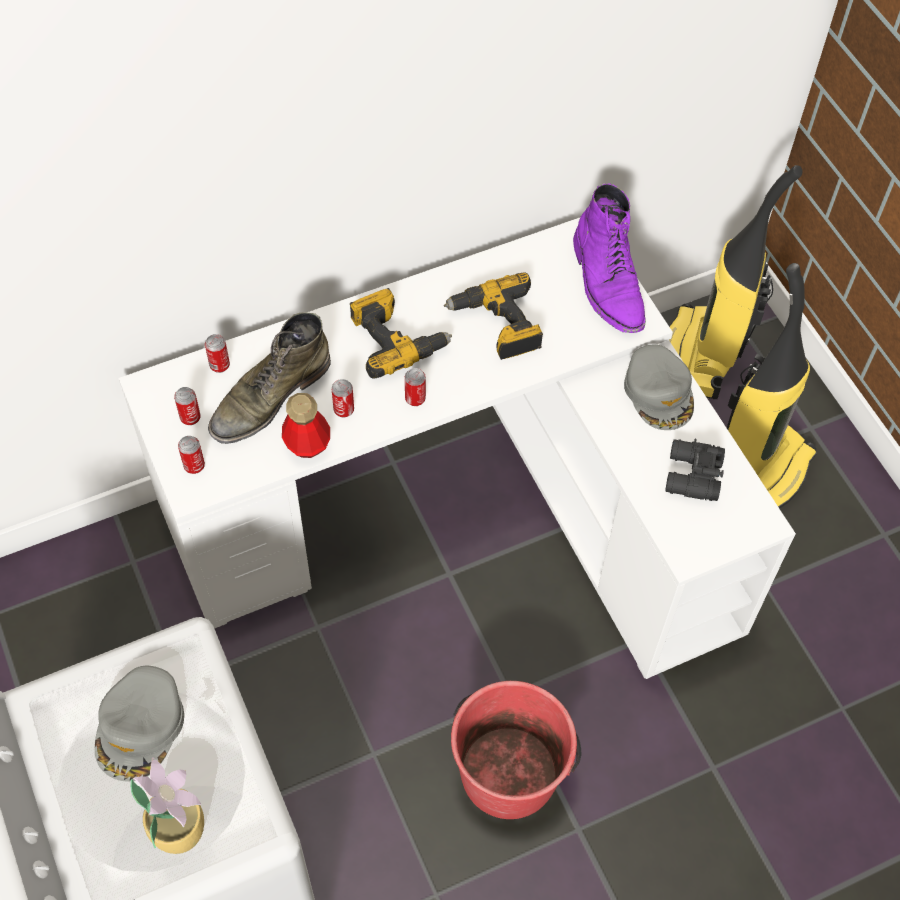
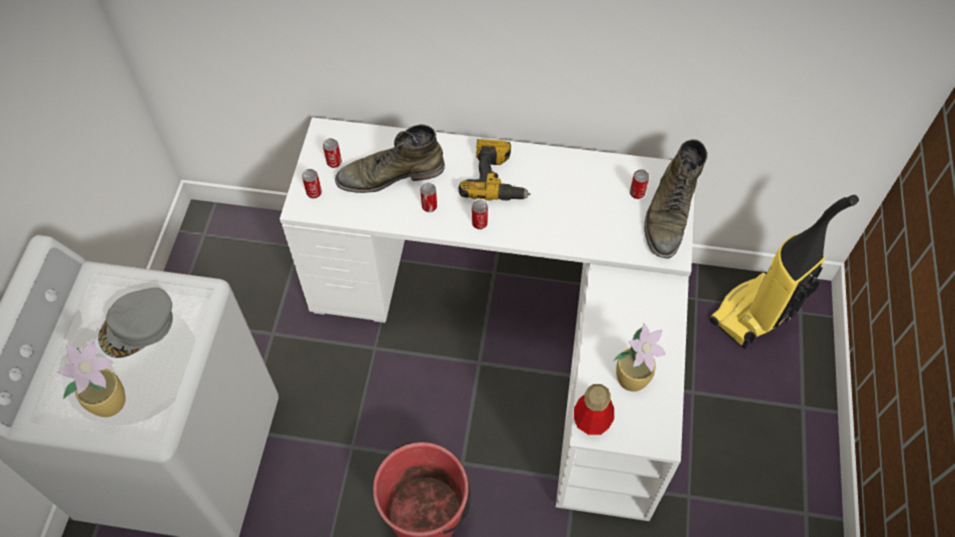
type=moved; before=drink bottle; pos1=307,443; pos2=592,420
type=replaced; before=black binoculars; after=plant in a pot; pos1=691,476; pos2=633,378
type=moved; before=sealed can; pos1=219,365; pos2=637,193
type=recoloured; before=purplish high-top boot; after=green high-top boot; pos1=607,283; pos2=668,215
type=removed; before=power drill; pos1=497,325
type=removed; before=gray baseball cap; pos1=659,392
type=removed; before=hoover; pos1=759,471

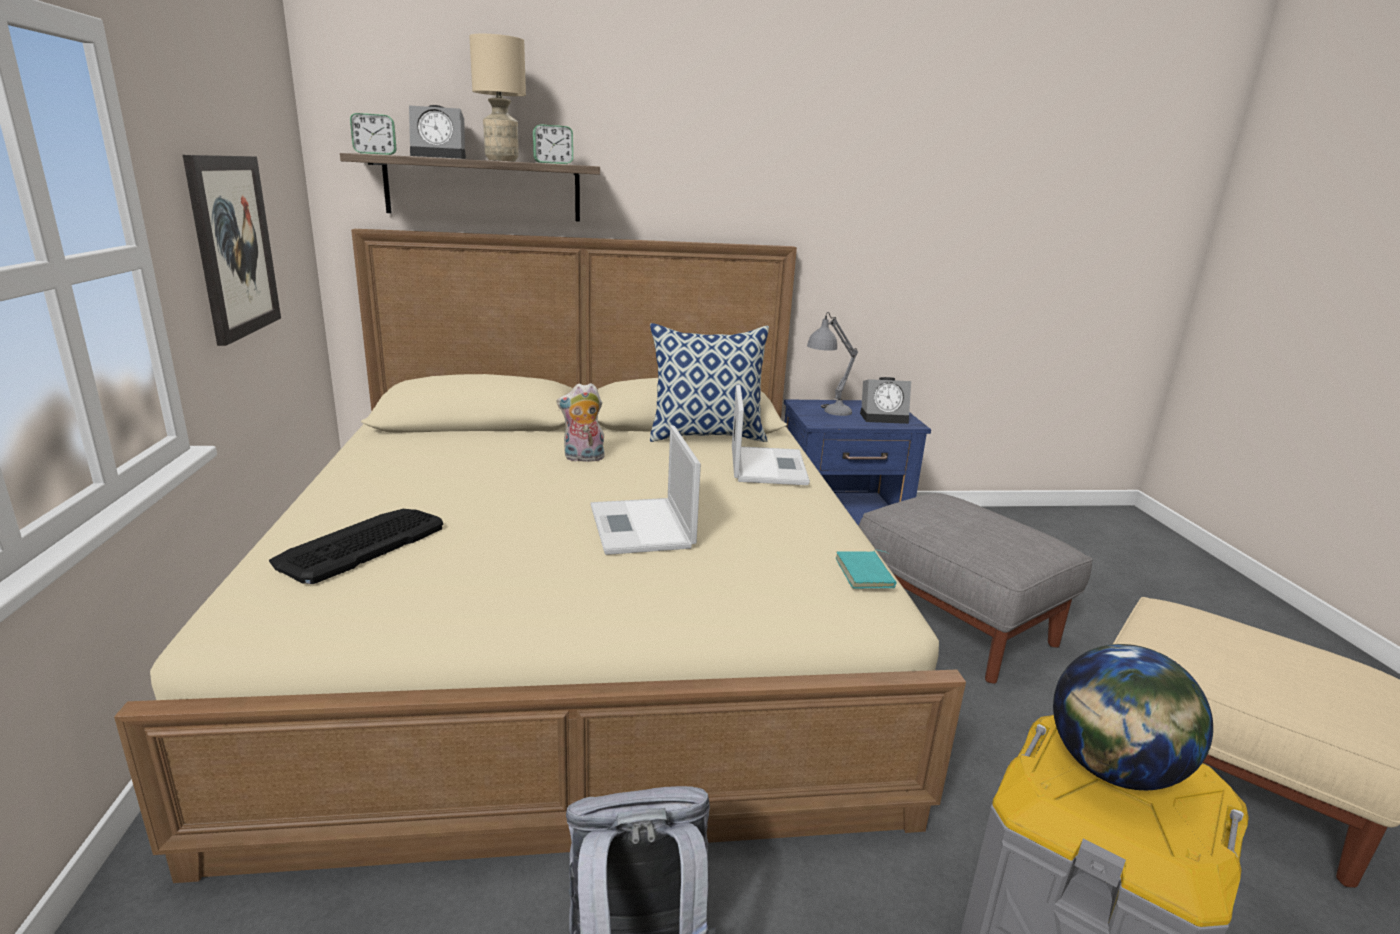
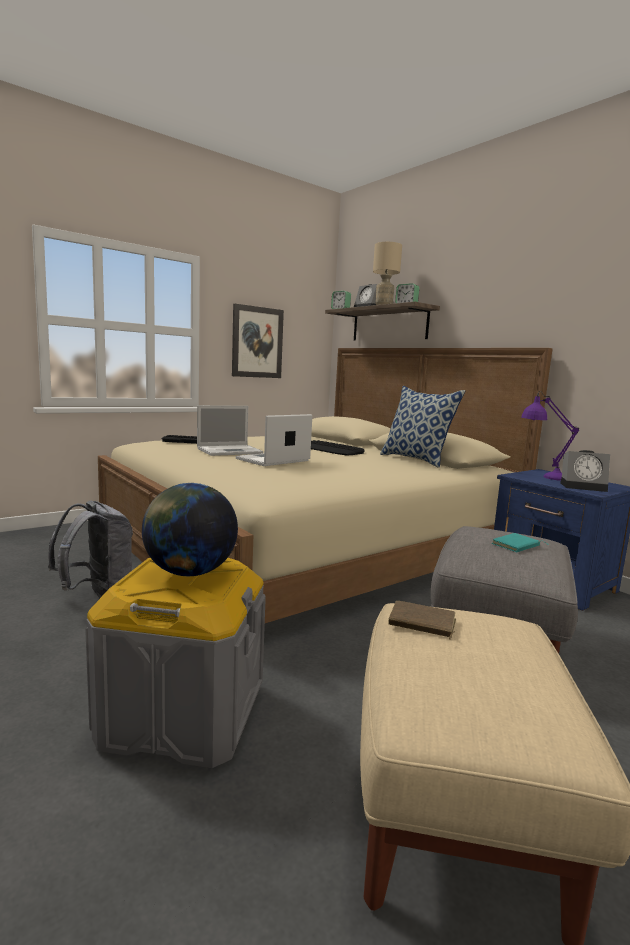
type=moved; before=notebook computer; pos1=767,466; pos2=230,451
type=replaced; before=plush toy; after=PC keyboard; pos1=583,458; pos2=331,449
type=added; after=brownish volume; pos2=421,624
type=moved; before=blue-green volume; pos1=866,573; pos2=517,546
type=recoloured; before=gray lamp for a table; after=purplish lamp for a table; pos1=826,413; pos2=542,476
type=turned; before=table clock; pos1=884,417; pos2=584,487; turn=-45

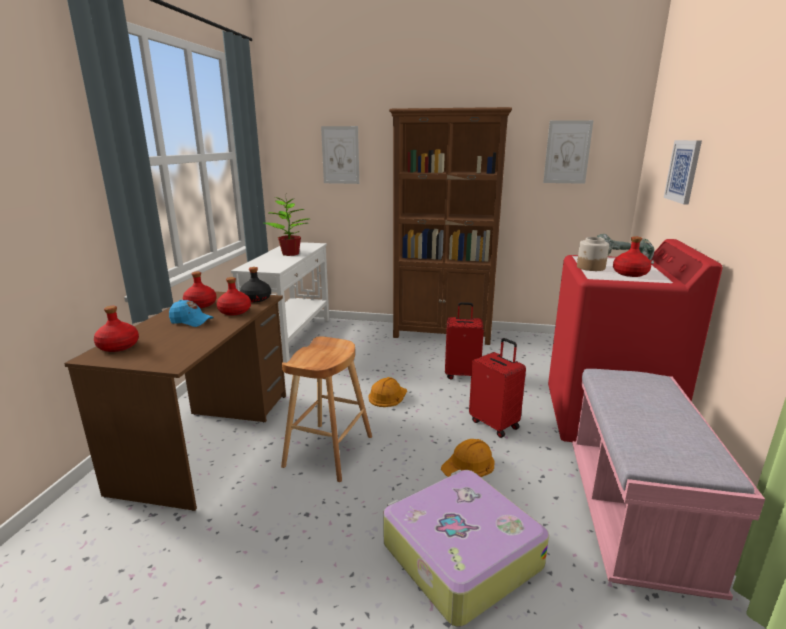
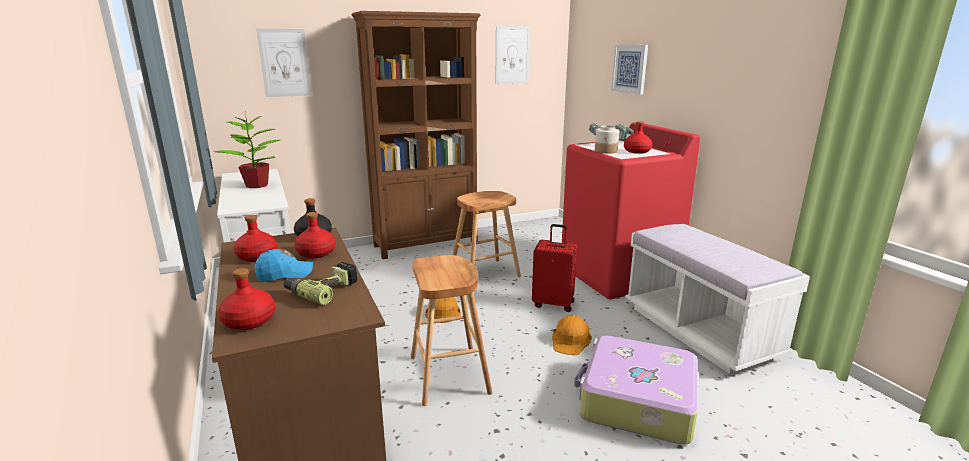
type=added; after=power drill; pos2=323,289
type=replaced; before=red piece of luggage; after=brownish stool; pos1=462,374; pos2=484,274
type=recoloured; before=pink long seat; after=white-coloured long seat; pos1=633,517; pos2=699,331

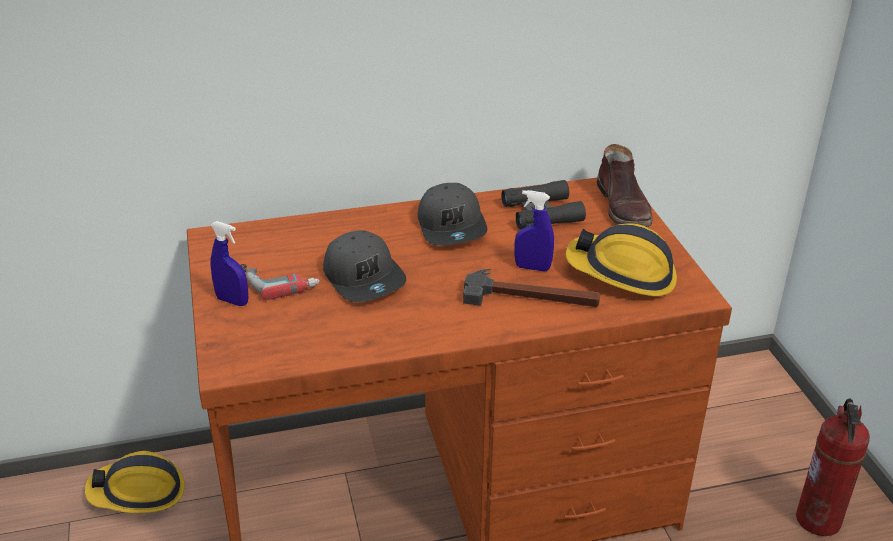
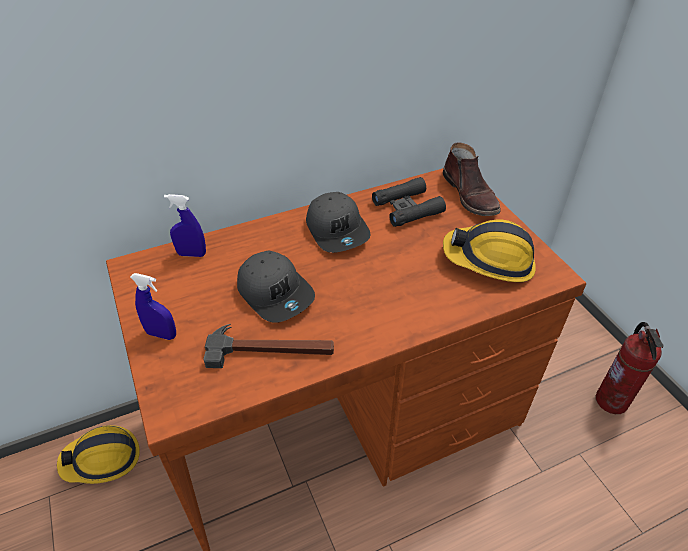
type=moved; before=blue-coloured sprayer; pos1=532,268; pos2=191,254
type=moved; before=hammer; pos1=531,296; pos2=270,349
type=removed; before=power drill; pos1=277,279

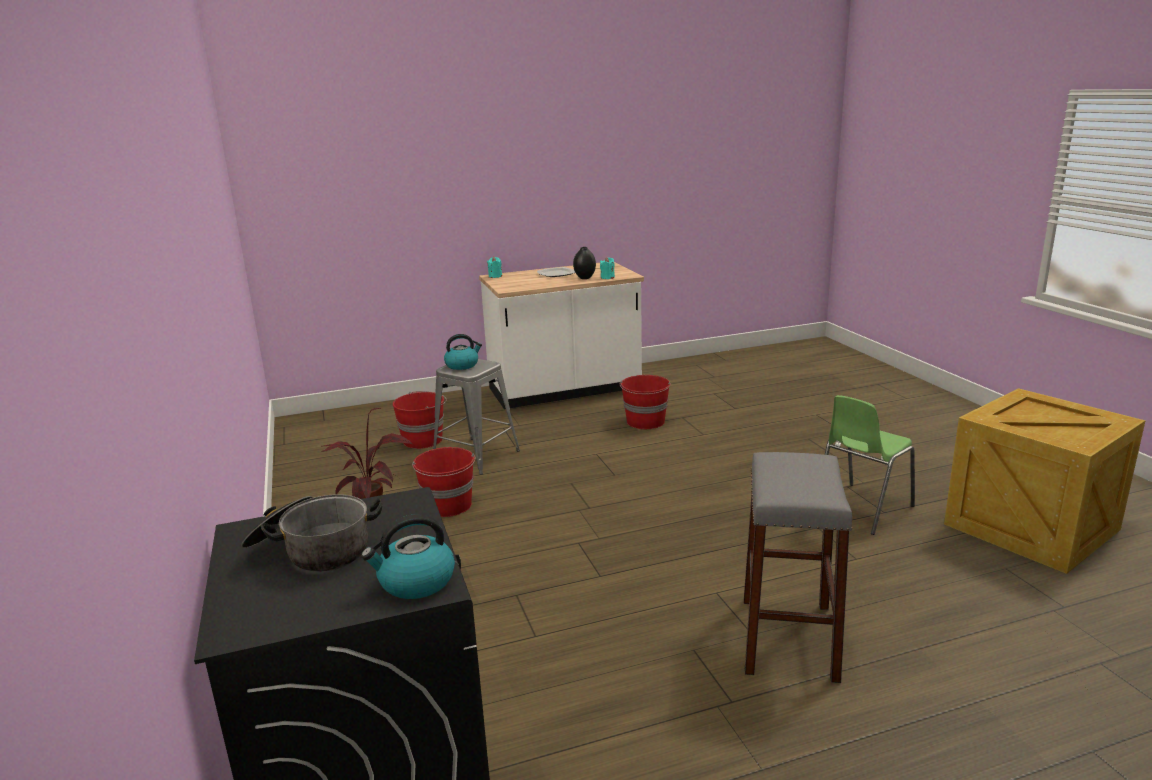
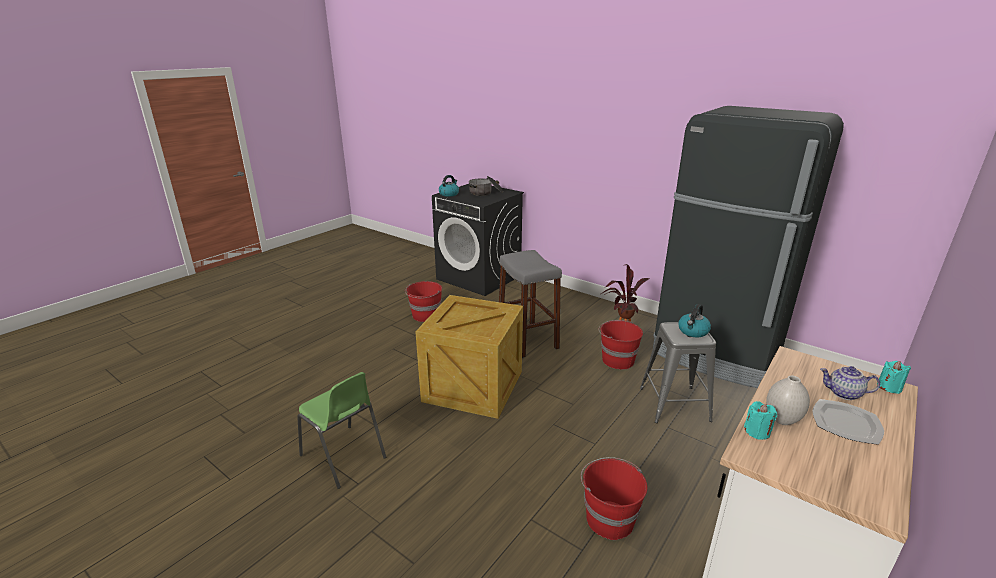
type=turned; before=green plain chair; pos1=861,509; pos2=344,457; turn=120
type=moved; before=red pail; pos1=423,440; pos2=425,315
type=moved; before=shipping crate; pos1=1034,527; pos2=471,387
type=moved; before=gray stool; pos1=788,638; pos2=527,339
type=added; after=black refrigerator; pos2=716,354
type=recoloured; before=black vase; after=white-coloured vase; pos1=585,278; pos2=781,420
type=added; after=tea pot; pos2=843,394

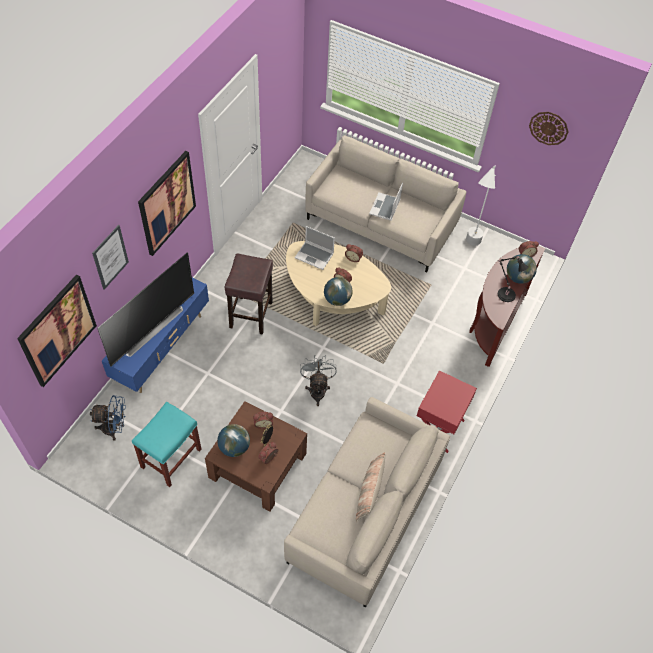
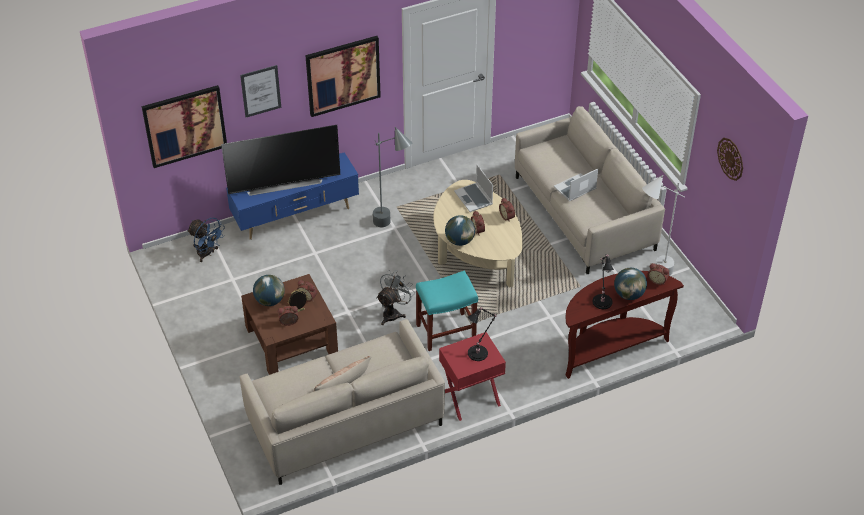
type=replaced; before=brownish stool; after=gray floor lamp; pos1=251,314; pos2=392,228
type=moved; before=blue-green stool; pos1=171,457; pos2=446,331
type=added; after=black lamp for a table; pos2=479,352

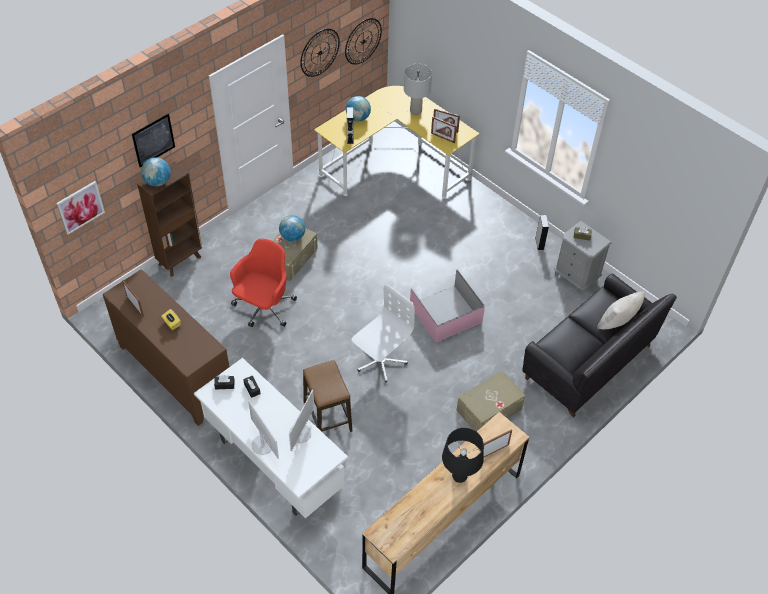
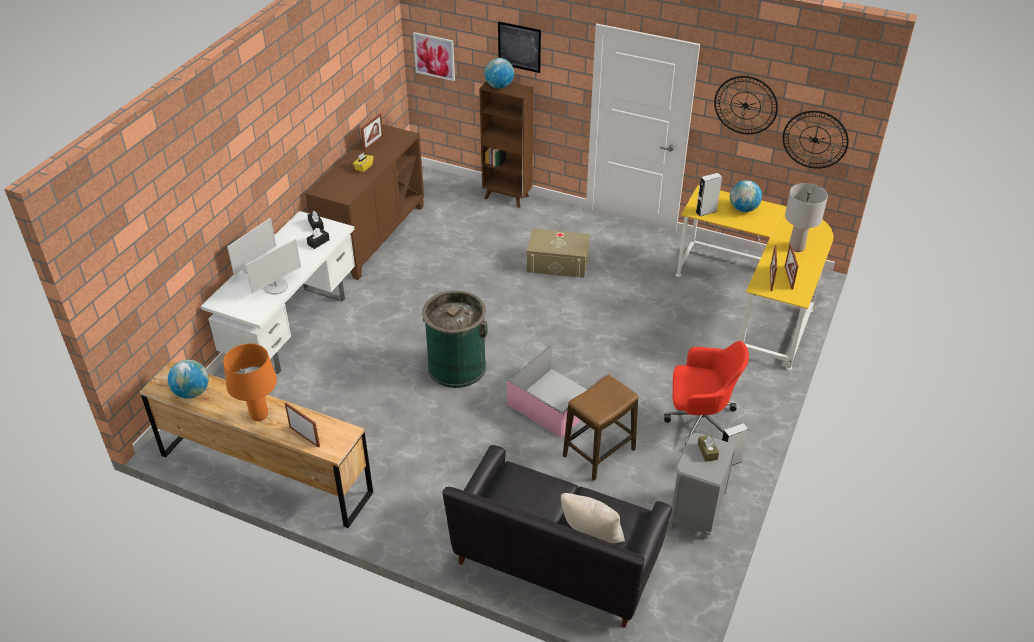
type=moved; before=desk globe; pos1=292,237; pos2=192,392
type=recoloured; before=black lamp for a table; after=orange-coloured lamp for a table; pos1=459,477; pos2=259,416
type=turned; before=computer screen; pos1=300,433; pos2=276,286; turn=-45
type=replaced; before=white-coloured computer chair; after=green rubbish bin; pos1=380,361; pos2=457,367
type=moved; before=stool; pos1=328,417; pos2=599,453
type=moved; before=red computer chair; pos1=264,308; pos2=699,422
type=removed; before=beige storage container; pos1=489,410

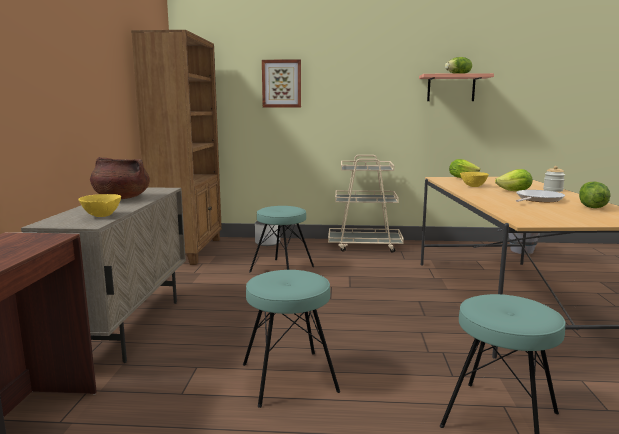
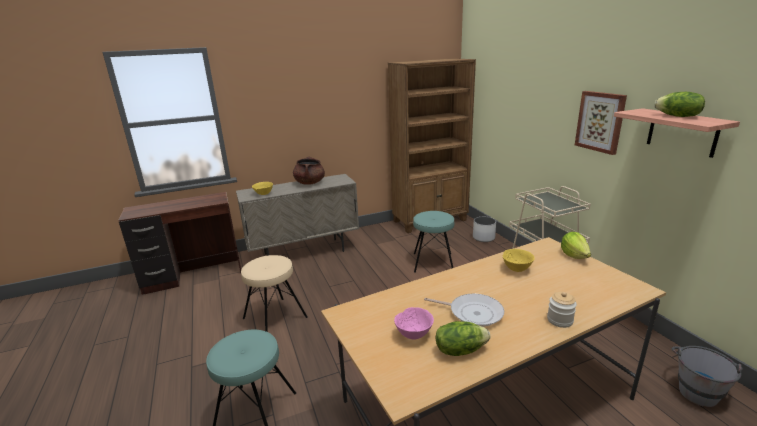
type=recoloured; before=blue-green stool; after=beige stool; pos1=289,378; pos2=275,318
type=added; after=pink serving bowl; pos2=413,334
type=moved; before=wall art; pos1=281,83; pos2=600,121
type=removed; before=lettuce; pos1=514,191

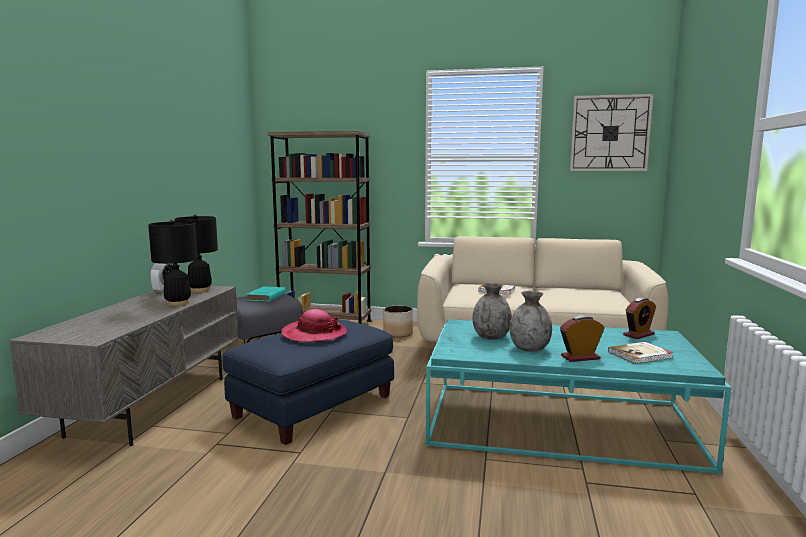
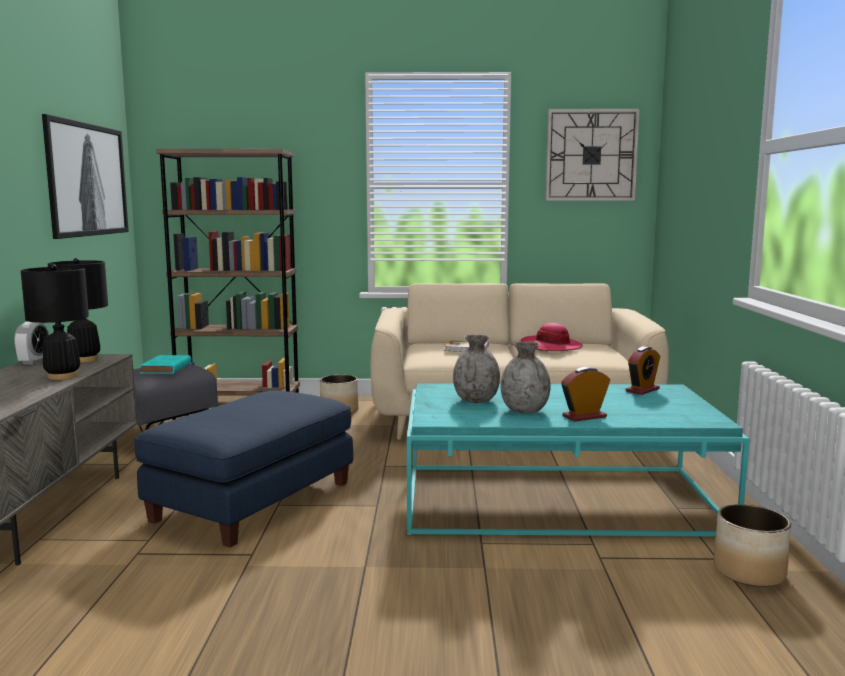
type=added; after=wall art; pos2=88,179
type=moved; before=hat; pos1=314,334; pos2=551,347
type=added; after=planter; pos2=749,572
type=removed; before=volume; pos1=640,355

